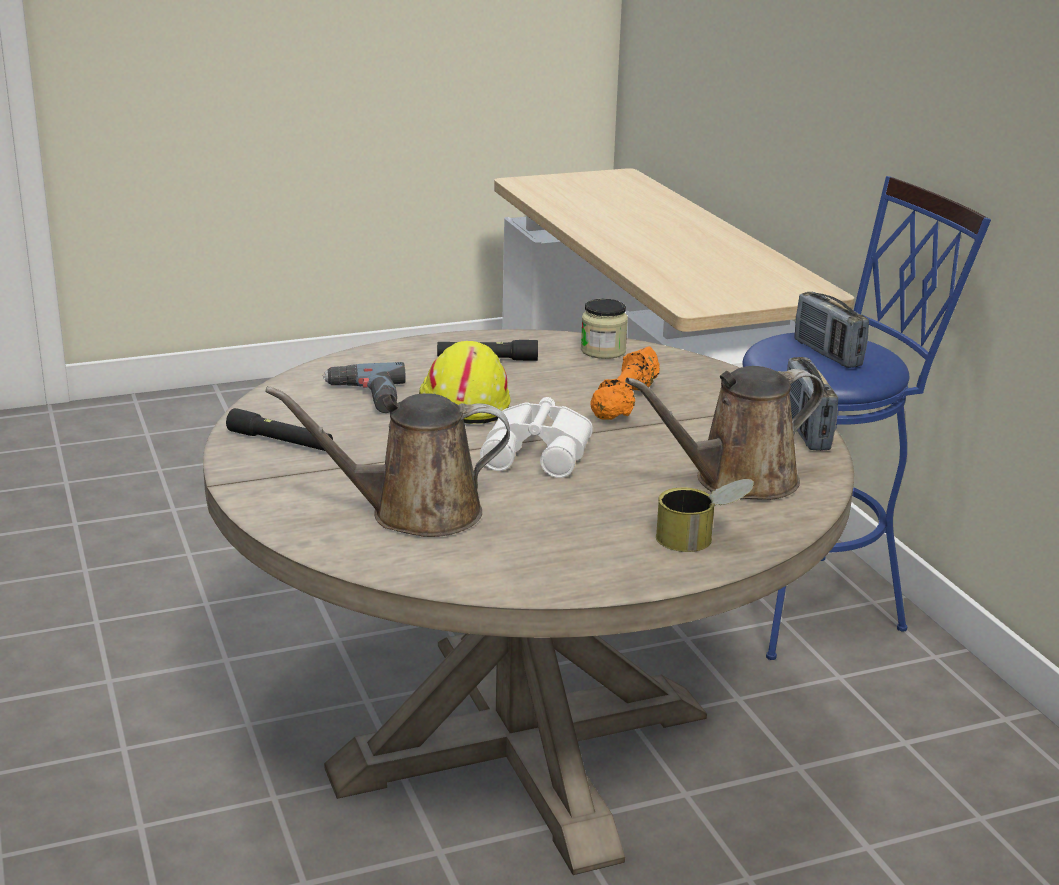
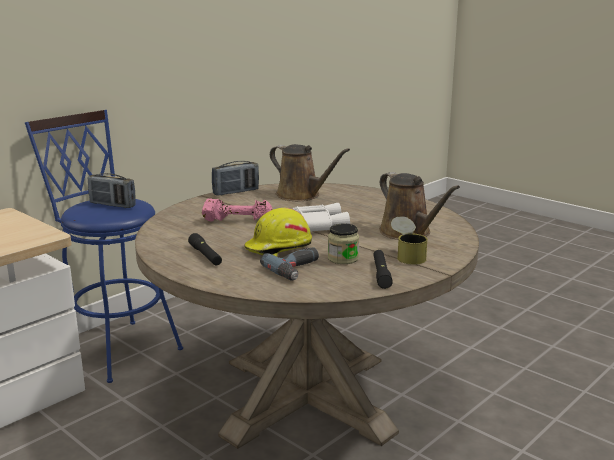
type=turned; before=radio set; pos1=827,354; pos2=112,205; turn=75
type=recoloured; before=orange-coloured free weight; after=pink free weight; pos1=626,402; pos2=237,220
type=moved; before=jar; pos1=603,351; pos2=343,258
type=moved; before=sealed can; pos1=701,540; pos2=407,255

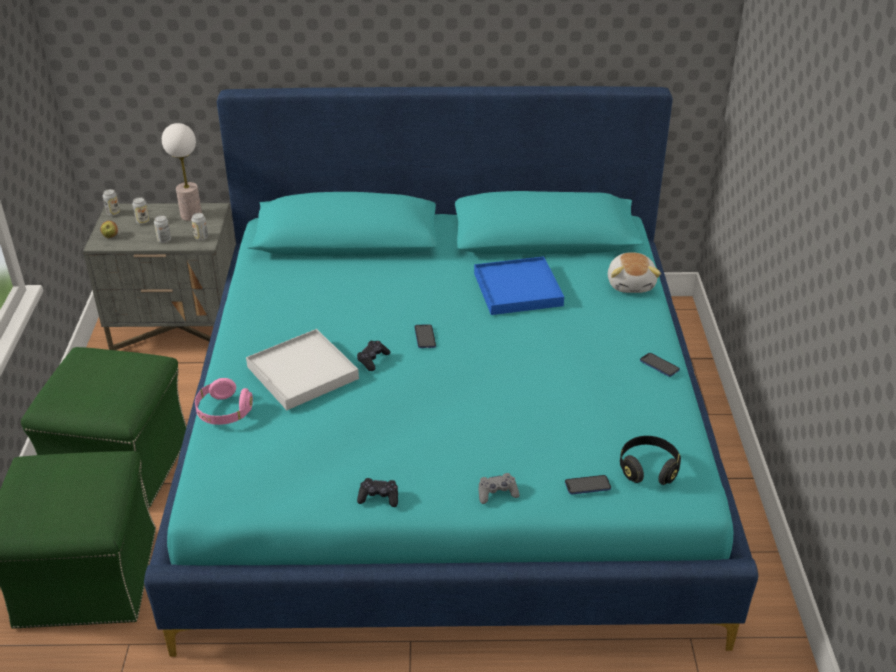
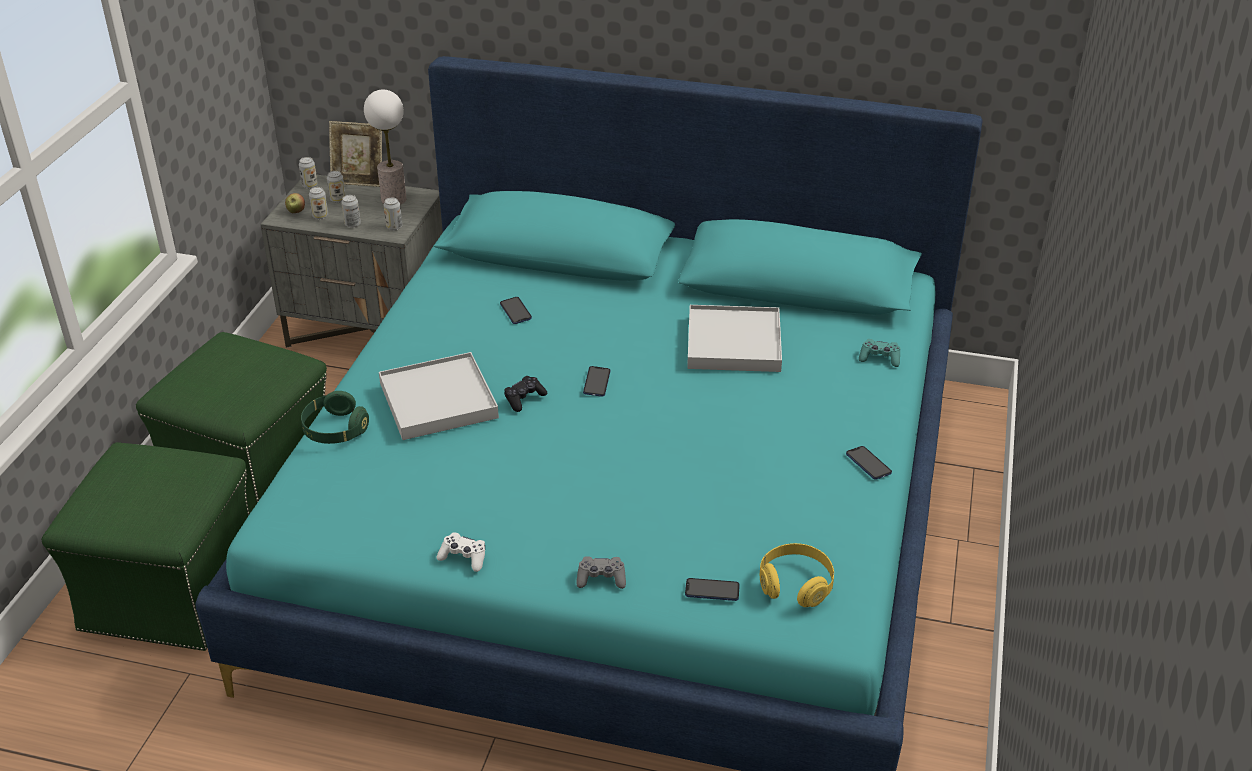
type=recoloured; before=pink pair of headphones; after=green pair of headphones; pos1=224,412; pos2=335,430
type=added; after=sealed can; pos2=320,216
type=added; after=photo frame; pos2=359,180
type=recoloured; before=black gamepad; after=white-coloured gamepad; pos1=379,497; pos2=463,557
type=added; after=phone; pos2=515,311
type=recoloured; before=blue-coloured carrying tray; after=white-coloured carrying tray; pos1=517,289; pos2=733,343
type=recoloured; before=black pair of headphones; after=yellow pair of headphones; pos1=648,469; pos2=795,585
type=replaced; before=plush toy; after=blue-green gamepad; pos1=631,284; pos2=879,358

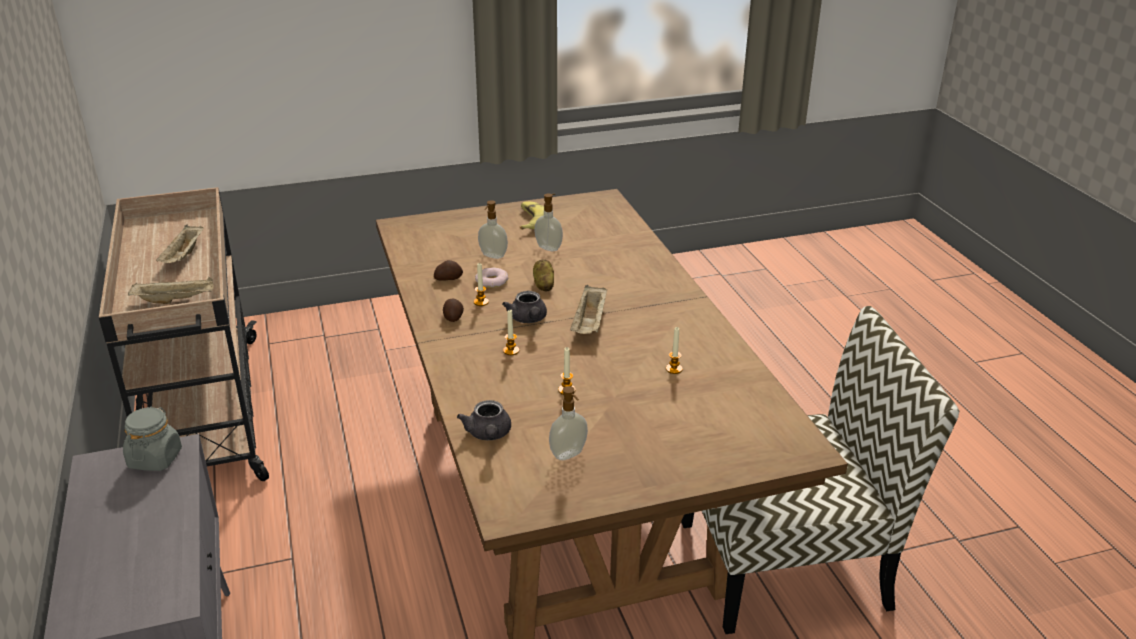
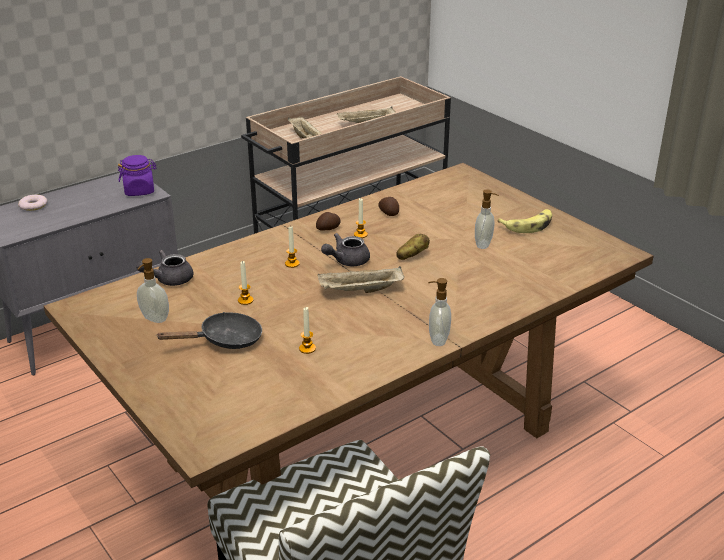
type=moved; before=donut; pos1=492,281; pos2=33,205
type=recoloured; before=gray jar; after=purplish jar; pos1=155,458; pos2=139,190
type=added; after=black frying pan; pos2=225,340
type=moved; before=soap dispenser; pos1=492,256; pos2=437,339

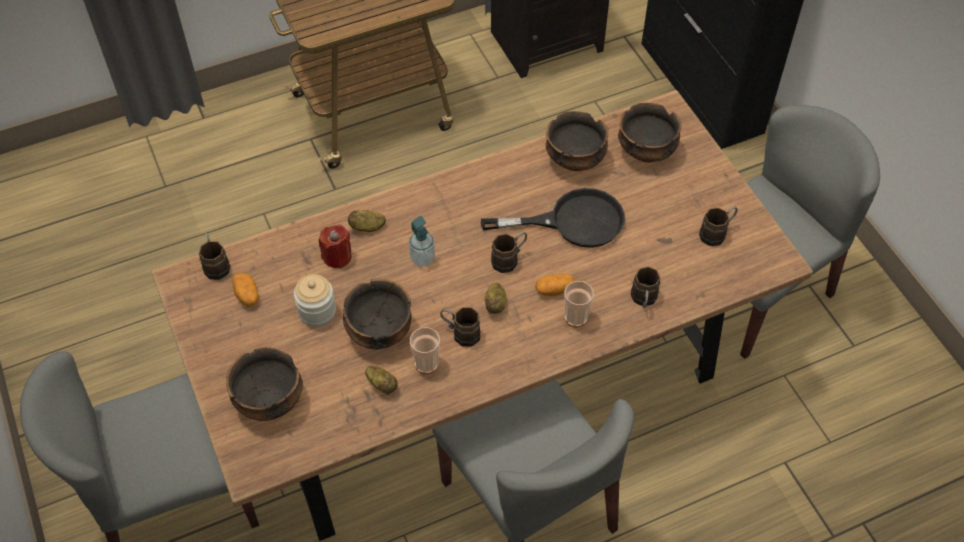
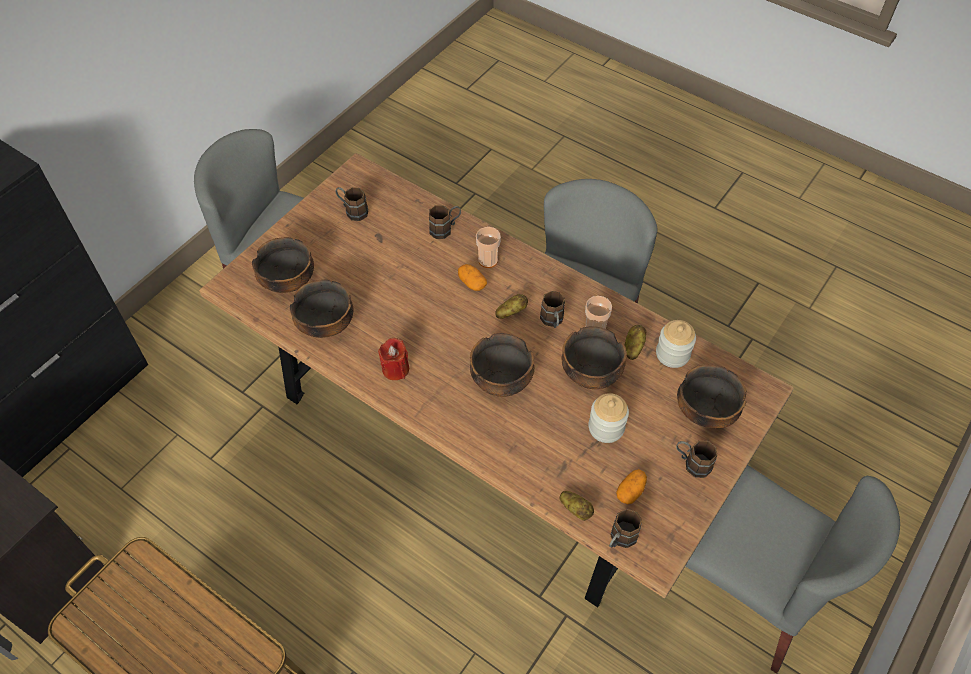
type=moved; before=red candle; pos1=337,256; pos2=395,369
type=replaced; before=soap dispenser; after=serving bowl; pos1=422,258; pos2=502,381
type=moved; before=whole potato; pos1=367,227; pos2=576,509
type=added; after=jar; pos2=672,354
type=moved; before=brownish tea mug; pos1=509,259; pos2=692,463
type=removed; before=black frying pan; pos1=572,221

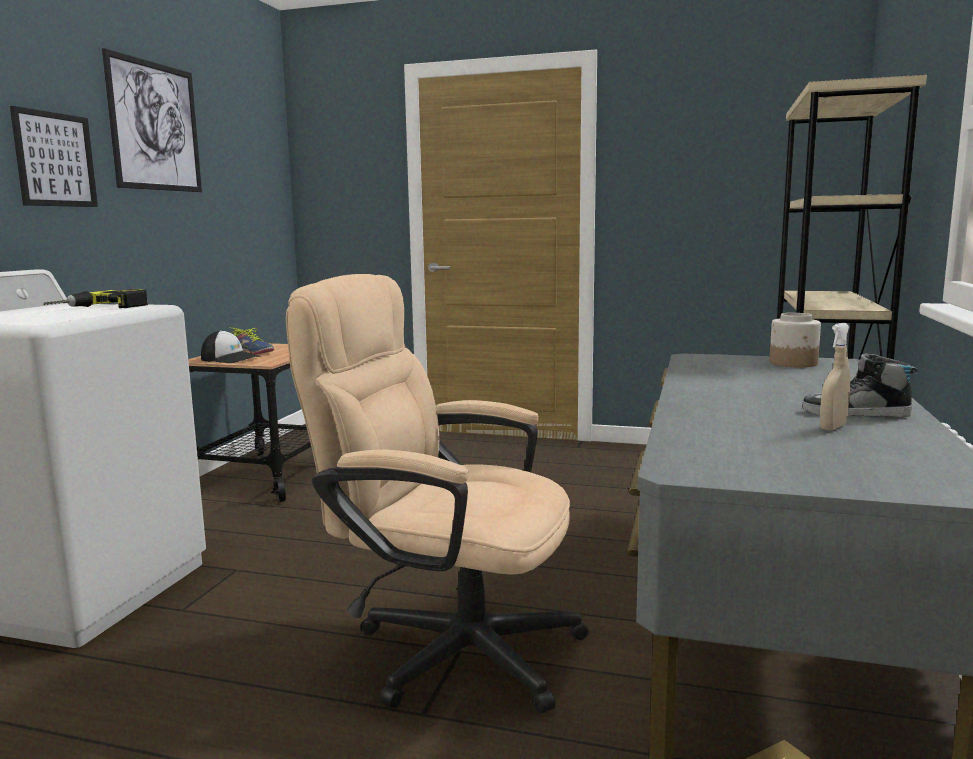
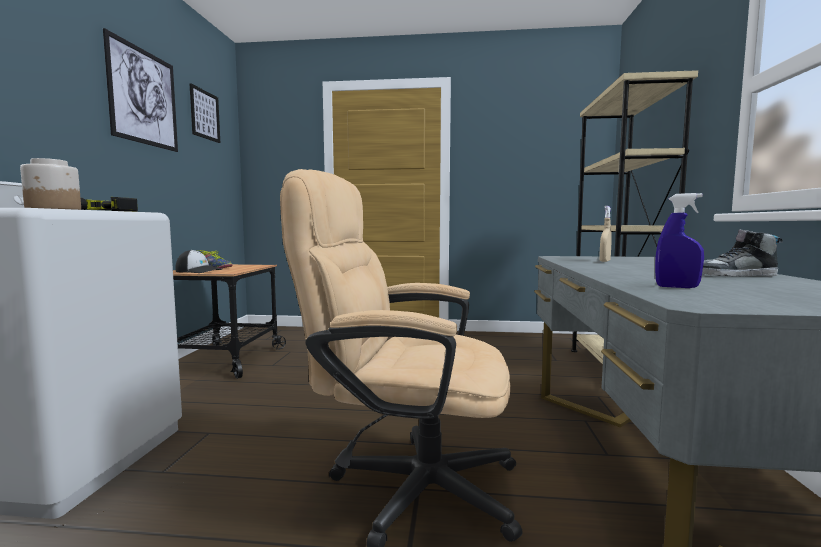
type=moved; before=jar; pos1=793,363; pos2=54,209
type=moved; before=wall art; pos1=55,159; pos2=205,115
type=moved; before=beige sprayer; pos1=833,427; pos2=604,261
type=added; after=blue-coloured sprayer; pos2=677,287

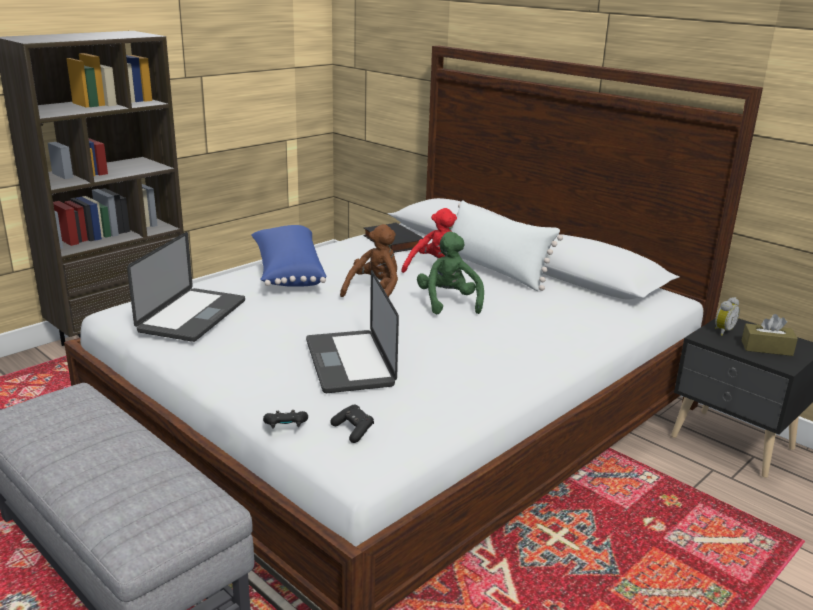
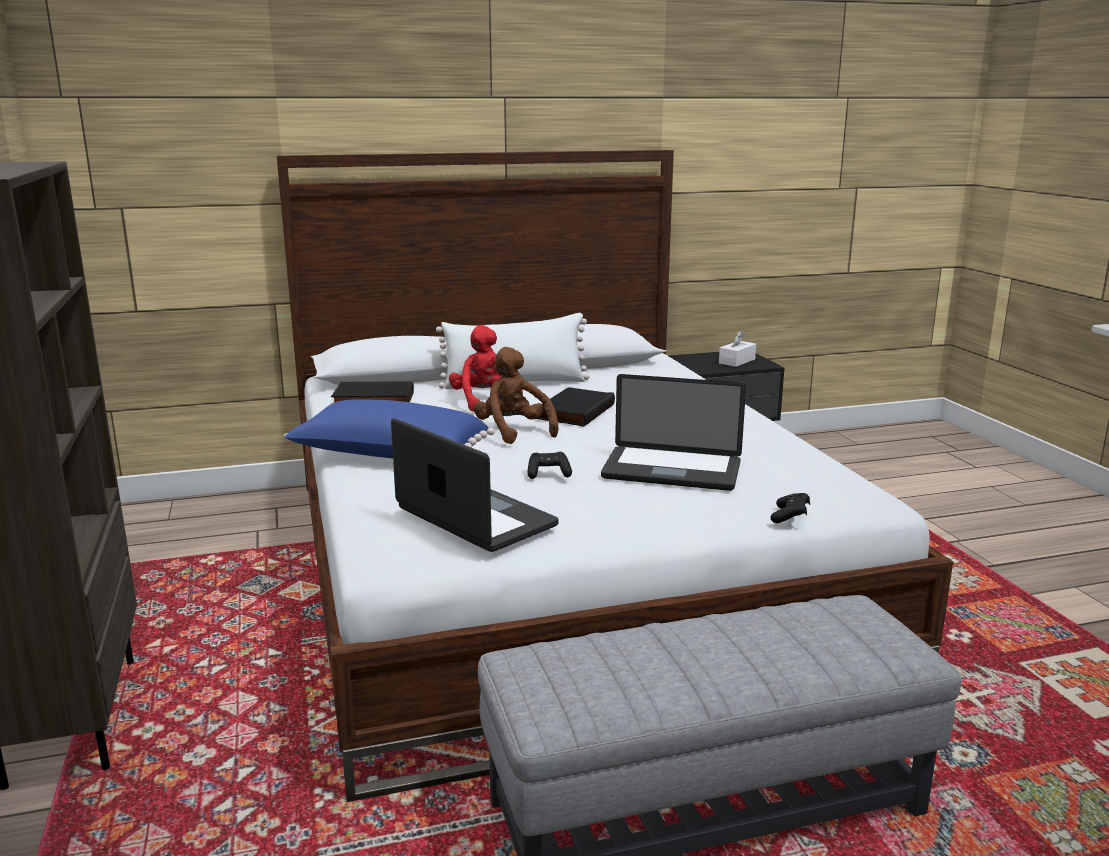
type=moved; before=black gamepad; pos1=353,430; pos2=548,473
type=replaced; before=green plush toy; after=black volume; pos1=448,302; pos2=574,411
type=recoloured; before=brownish tissue box; after=white-coloured tissue box; pos1=766,348; pos2=737,361
type=removed; before=table clock; pos1=722,331

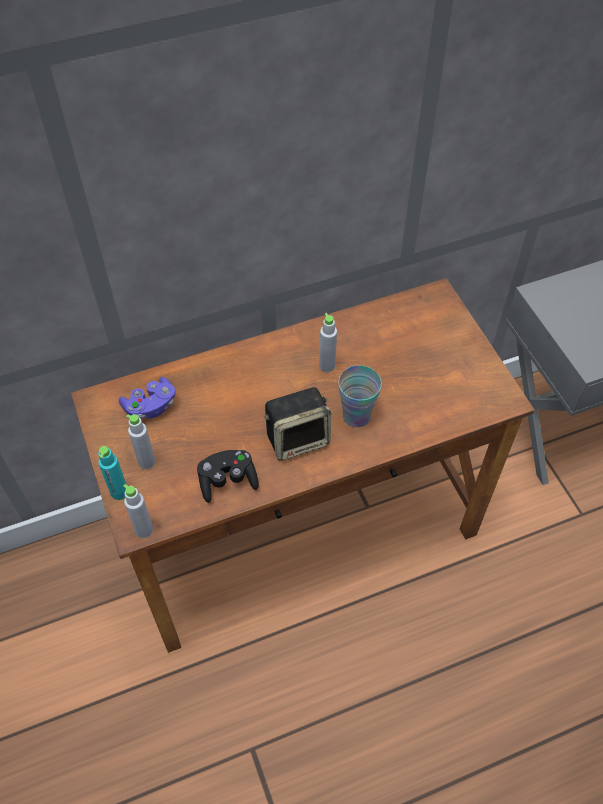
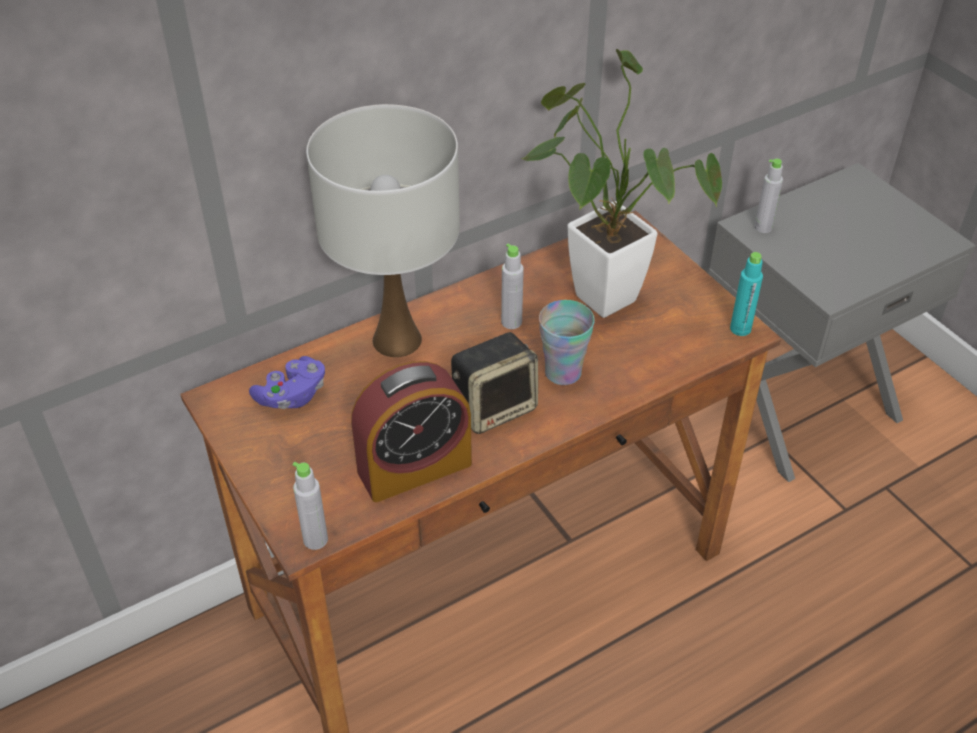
type=added; after=white-coloured lamp for a table; pos2=398,339
type=replaced; before=black gamepad; after=table clock; pos1=228,481; pos2=414,467
type=added; after=plant in a pot; pos2=597,291
type=moved; before=blue-green drink bottle; pos1=119,492; pos2=740,329
type=moved; before=gray drink bottle; pos1=146,461; pos2=763,227

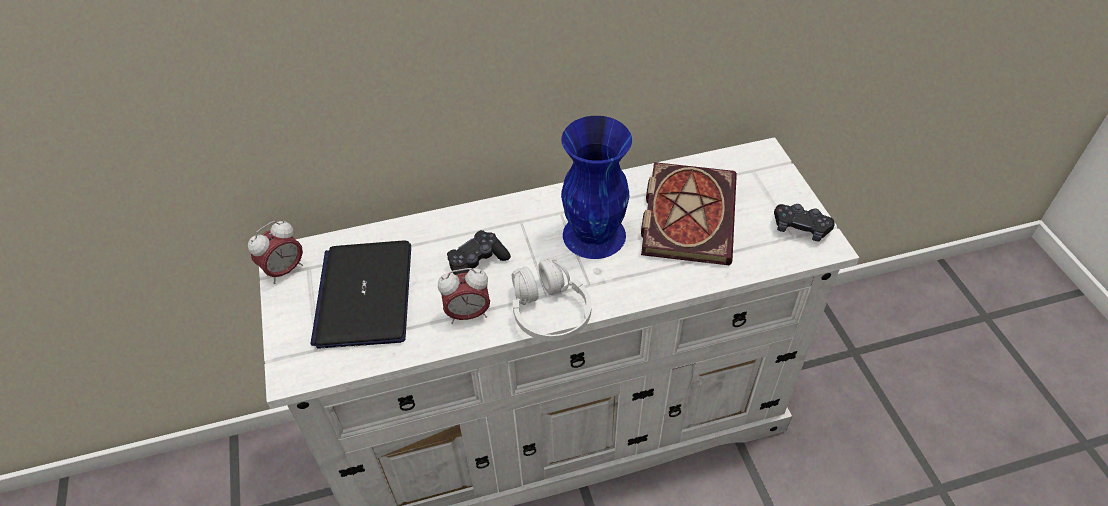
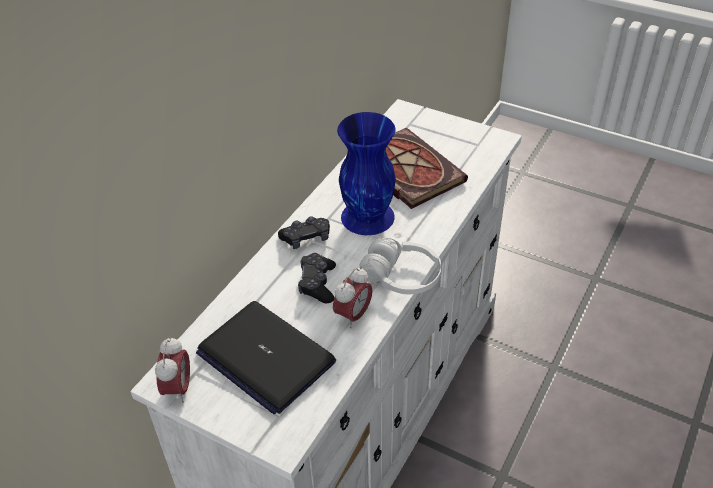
type=moved; before=black gamepad; pos1=800,228; pos2=306,238

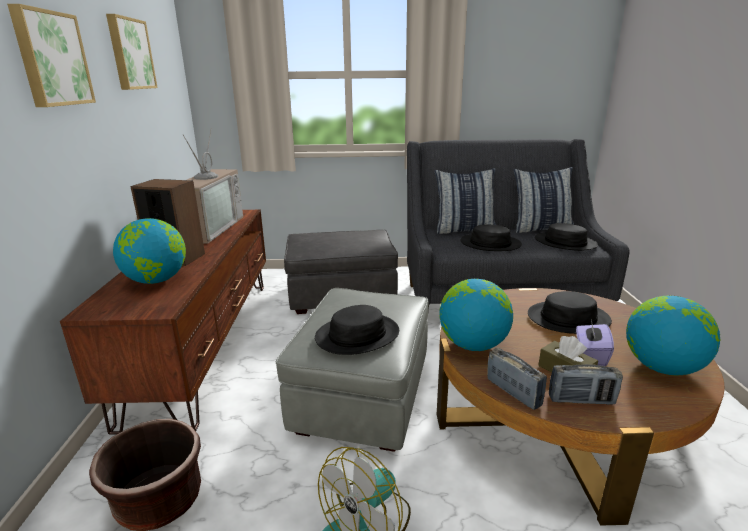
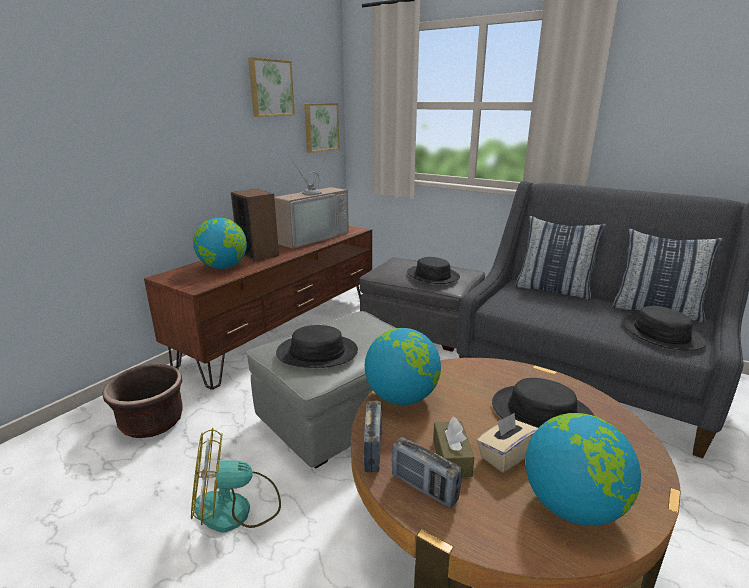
type=moved; before=wall art; pos1=51,59; pos2=320,127
type=moved; before=black hat; pos1=490,243; pos2=433,275
type=recoloured; before=purplish tissue box; after=beige tissue box; pos1=590,355; pos2=505,455

